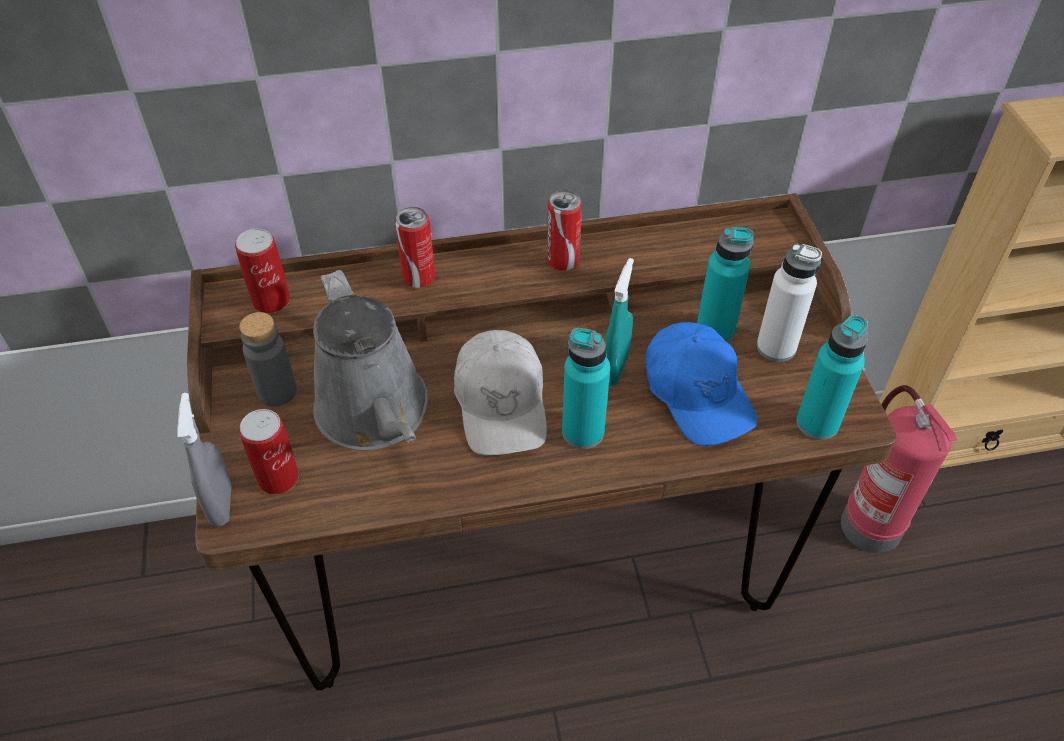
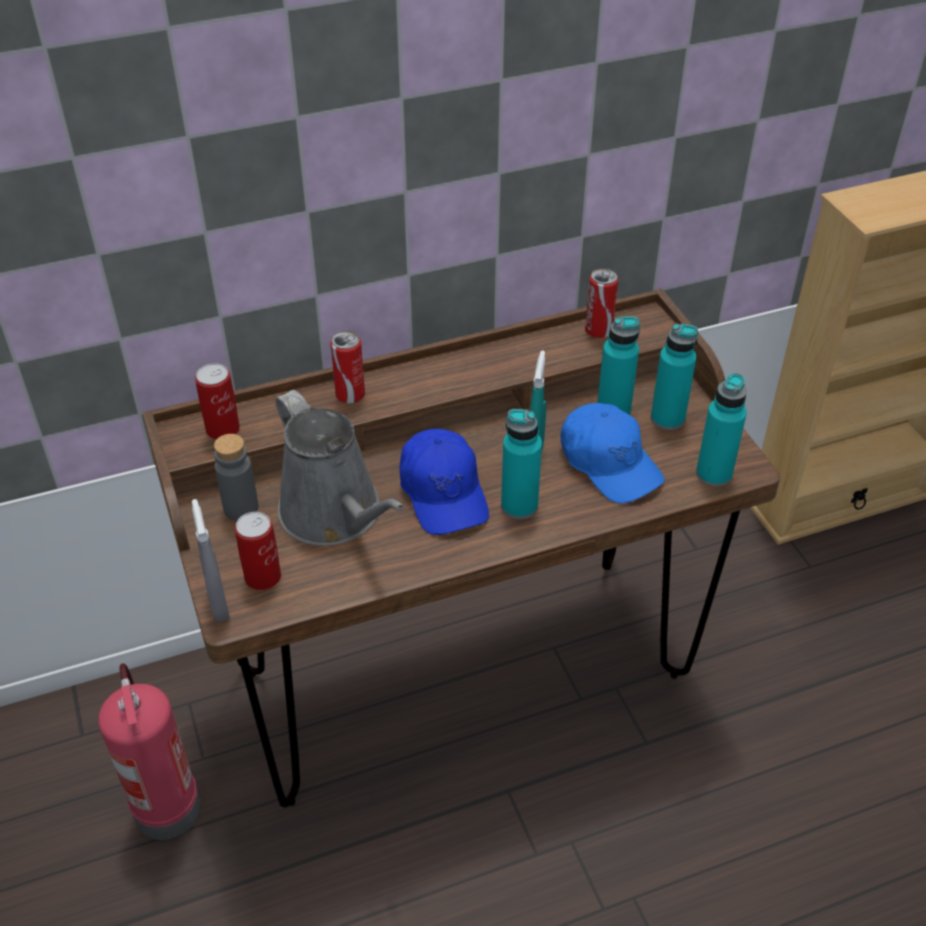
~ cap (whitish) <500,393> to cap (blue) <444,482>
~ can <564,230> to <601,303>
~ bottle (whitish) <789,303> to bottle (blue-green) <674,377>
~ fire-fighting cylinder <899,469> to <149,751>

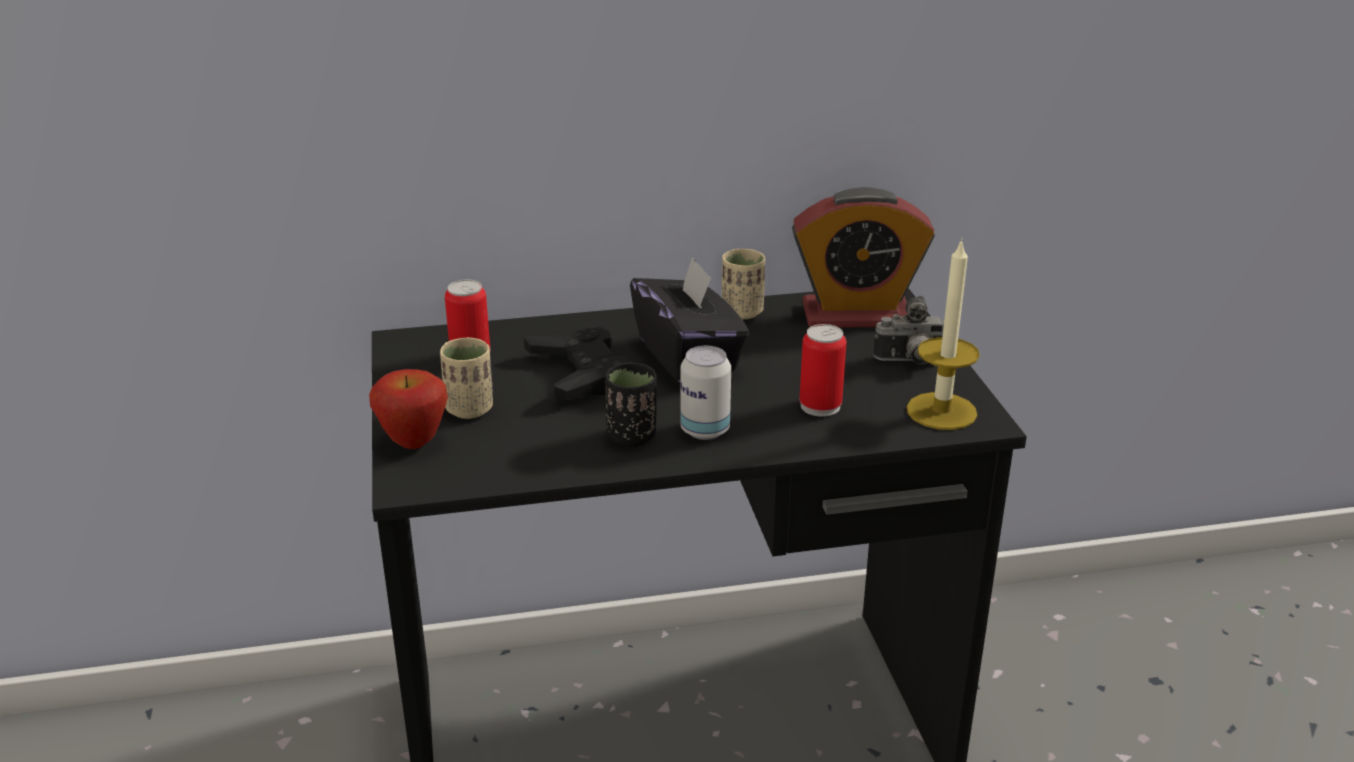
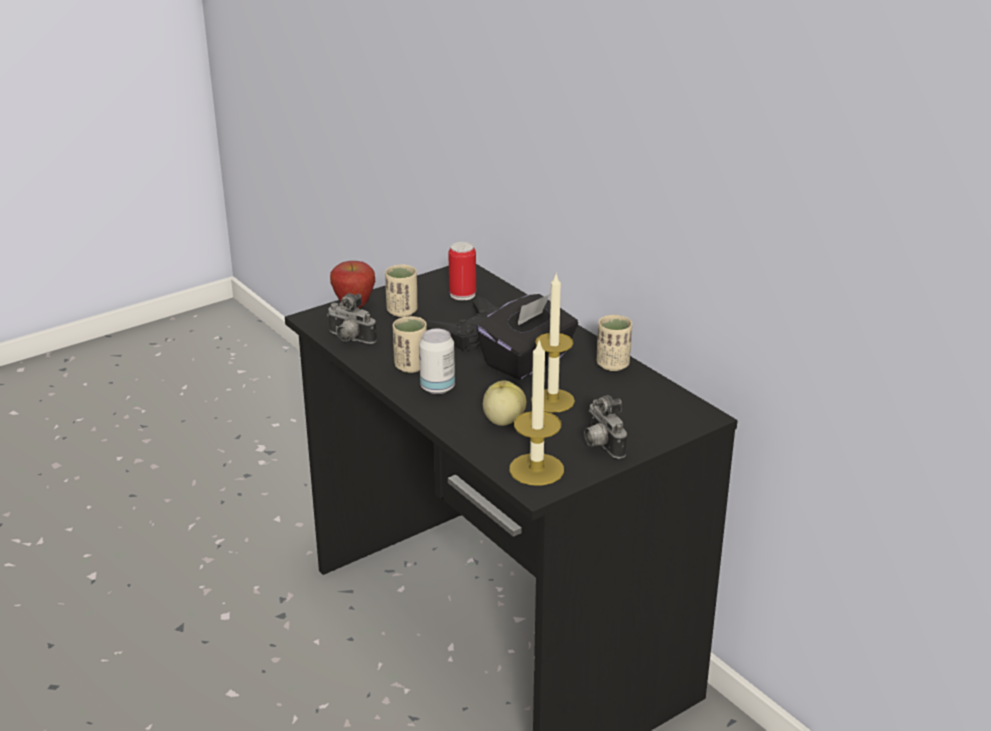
~ cup (blackish) <631,405> to cup (beige-coloured) <410,344>
- table clock <863,257>
~ can <823,370> to apple <504,403>
+ still camera <352,318>
+ wax candle <553,342>

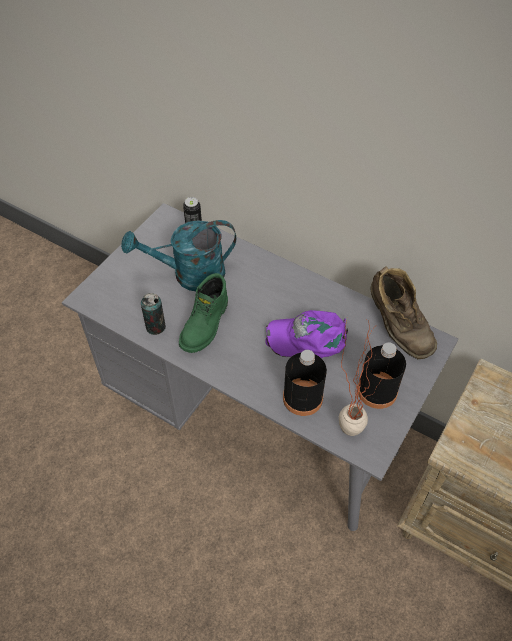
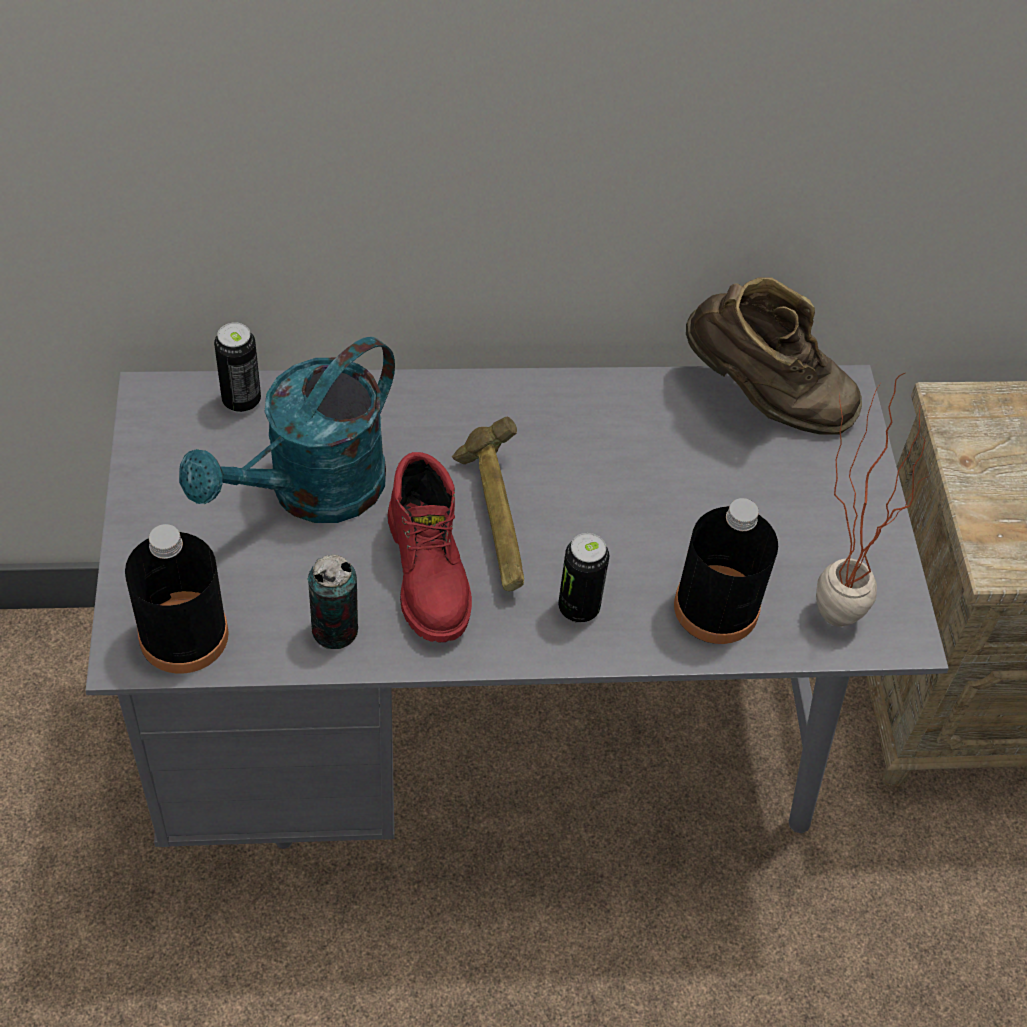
~ boot (green-coloured) <203,313> to boot (red-coloured) <429,547>
- cap (purplish) <306,334>
~ bottle (blackish) <381,375> to <177,598>
+ hammer <488,504>
+ can <583,578>

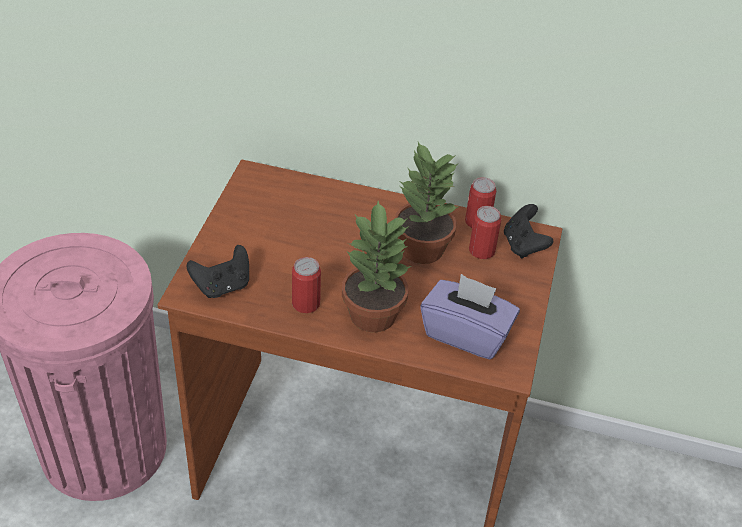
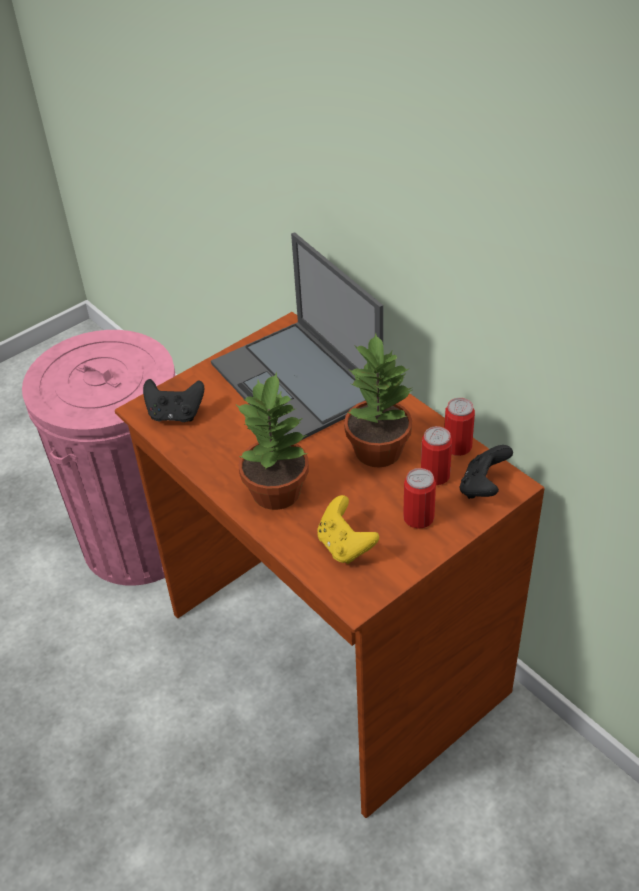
~ can <306,285> to <419,498>
~ box of tissues (purplish) <470,317> to joypad (yellow) <348,529>
+ notebook computer <297,336>

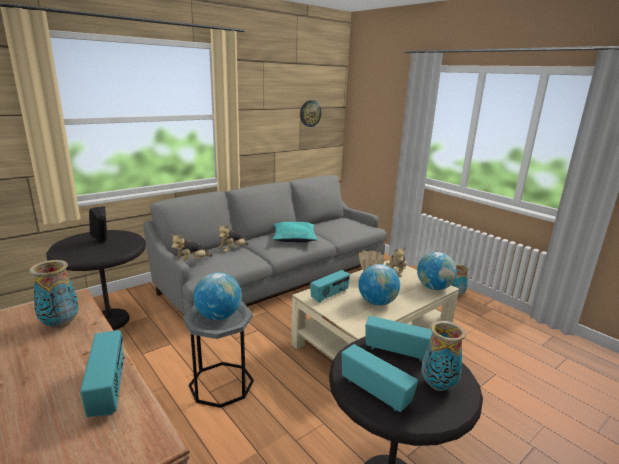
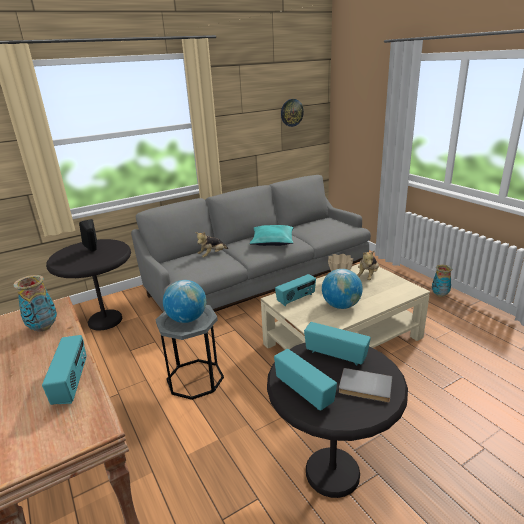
- soft toy <192,248>
- desk globe <437,271>
~ flower vase <443,356> to bound book (greyish) <365,385>

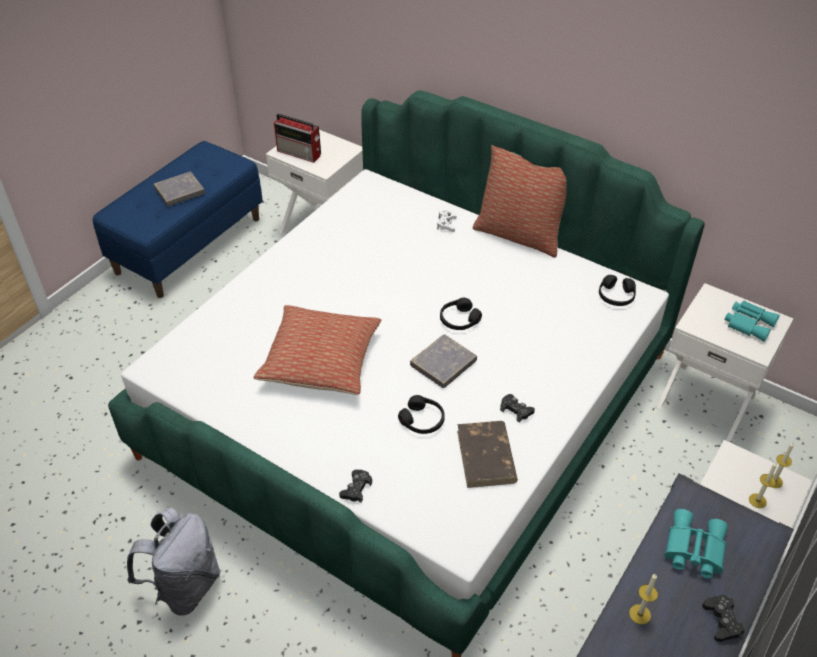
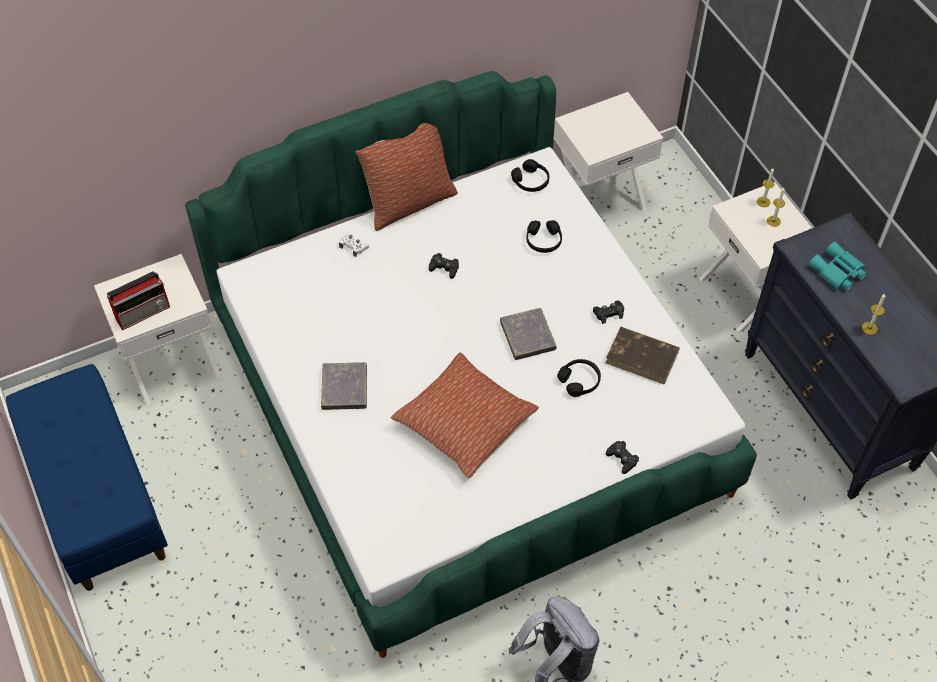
~ bound book (greyish) <179,188> to <344,386>
~ headphones (blackish) <461,314> to <544,236>
~ joypad (blackish) <724,618> to <444,266>
- field glasses (blue-green) <752,321>

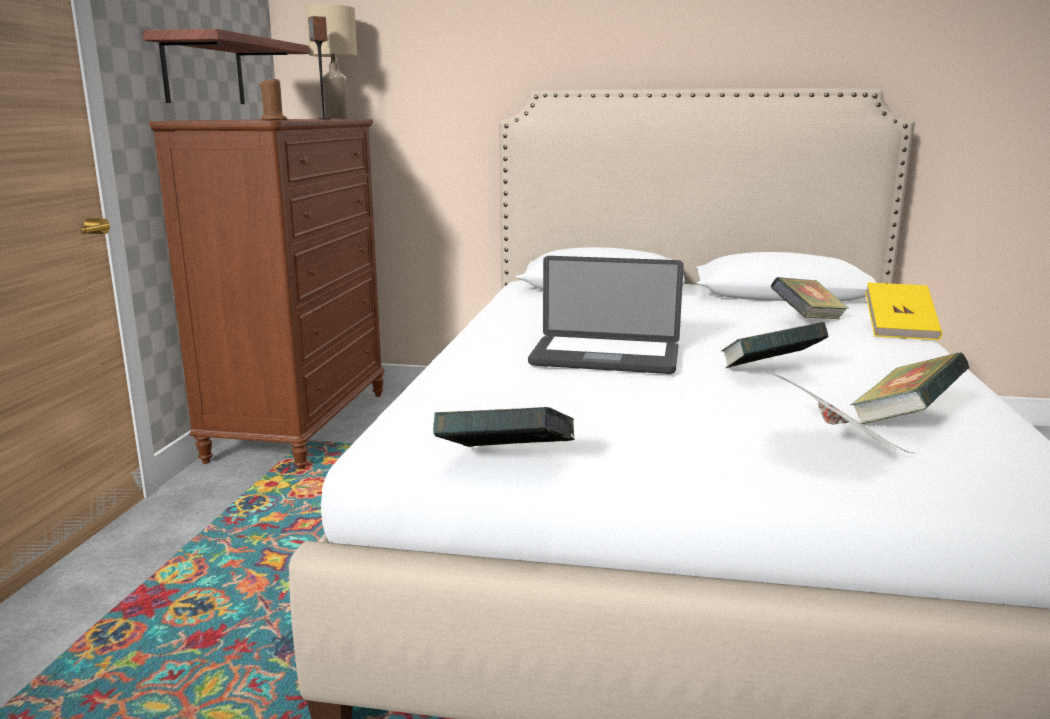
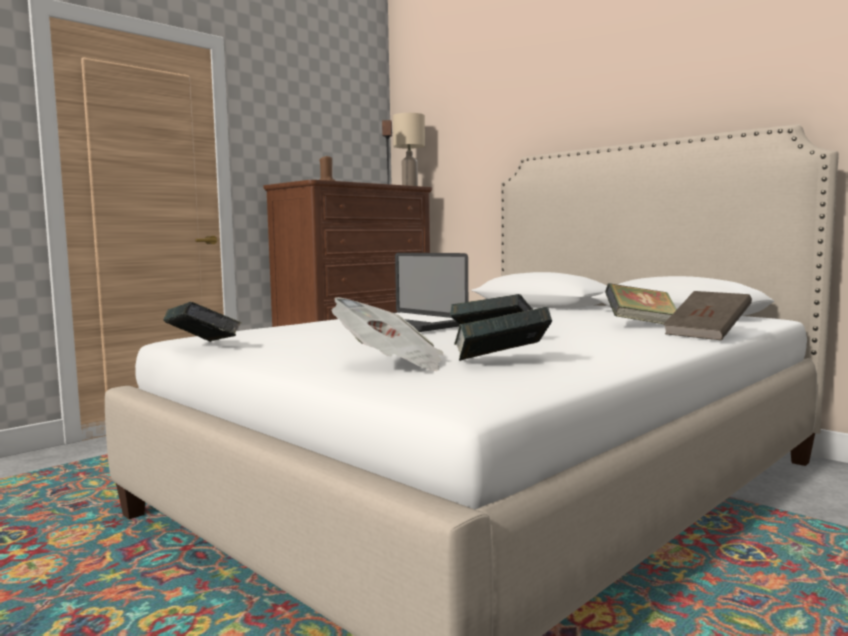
- shelf <226,66>
~ bound book (yellow) <903,311> to bound book (brownish) <707,315>

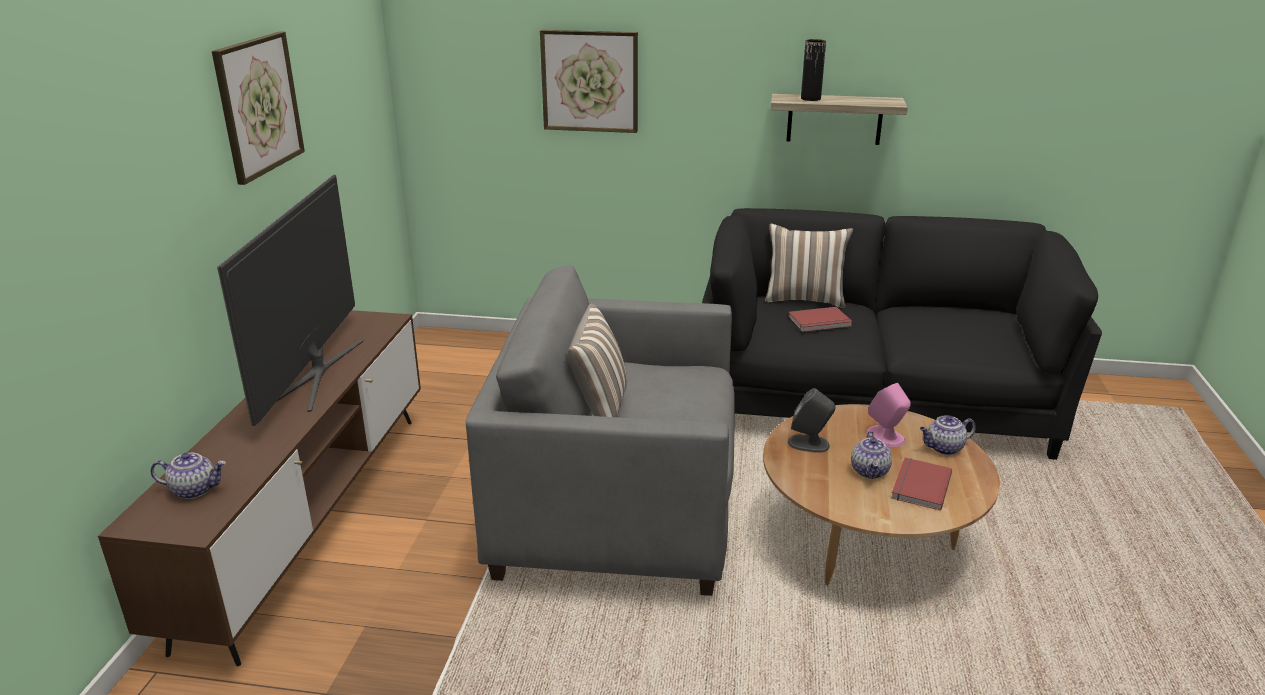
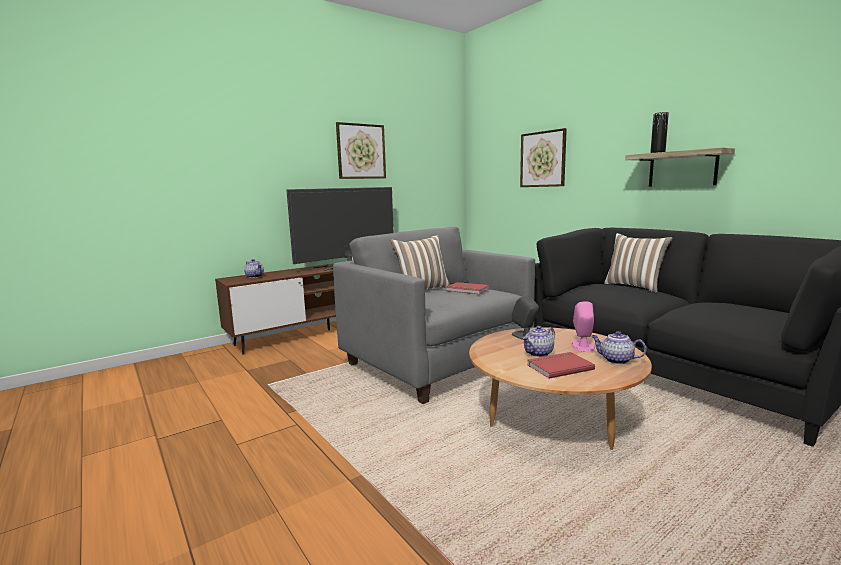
~ bound book (red-coloured) <820,319> to <468,288>

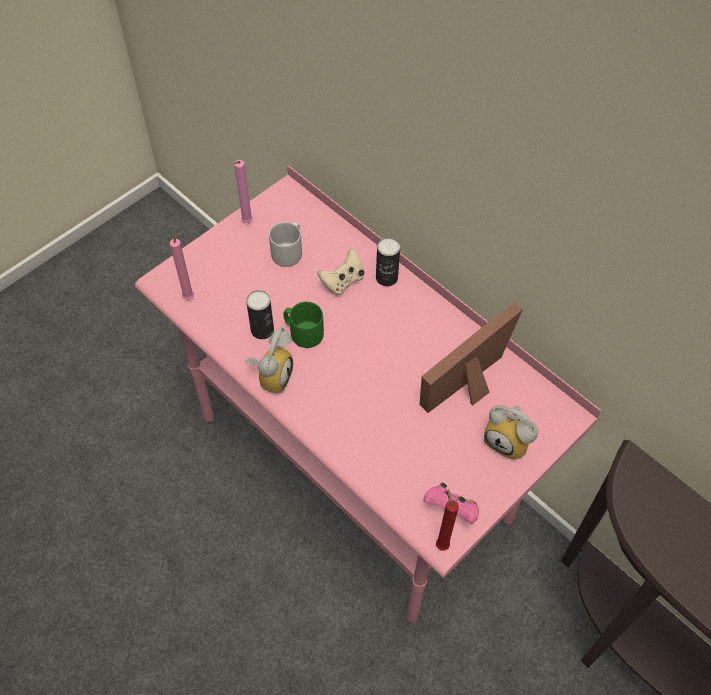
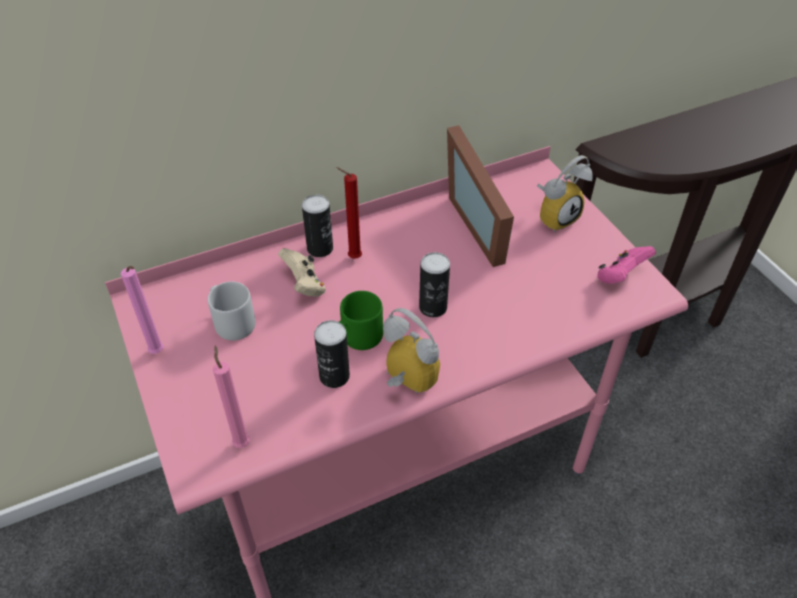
~ wax candle (red-coloured) <447,520> to <349,213>
+ can <434,284>

